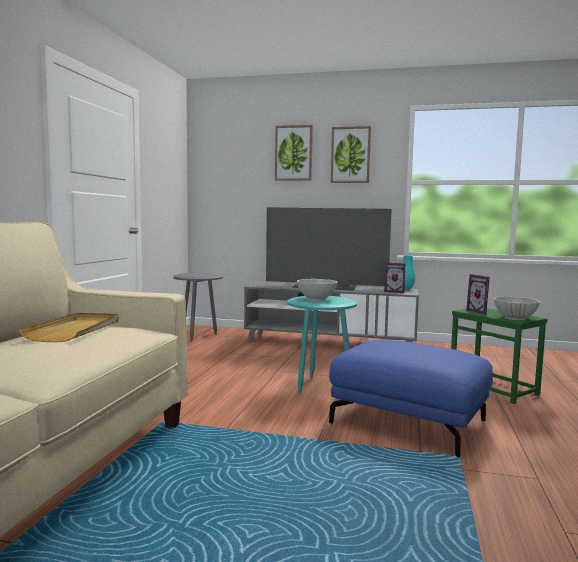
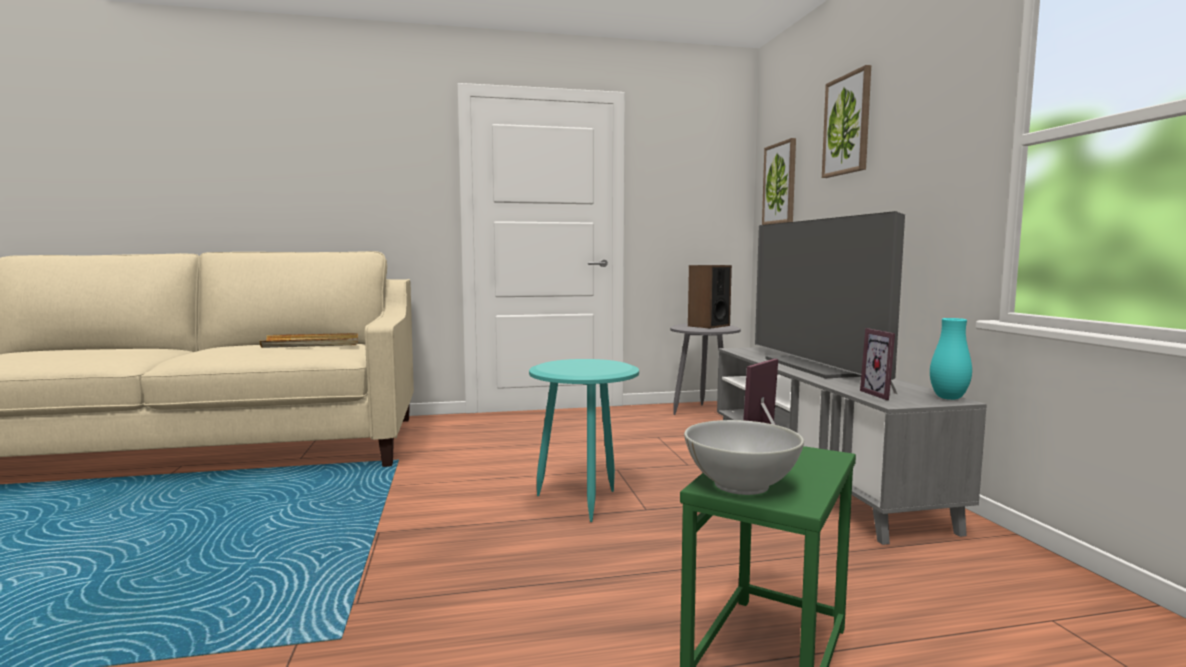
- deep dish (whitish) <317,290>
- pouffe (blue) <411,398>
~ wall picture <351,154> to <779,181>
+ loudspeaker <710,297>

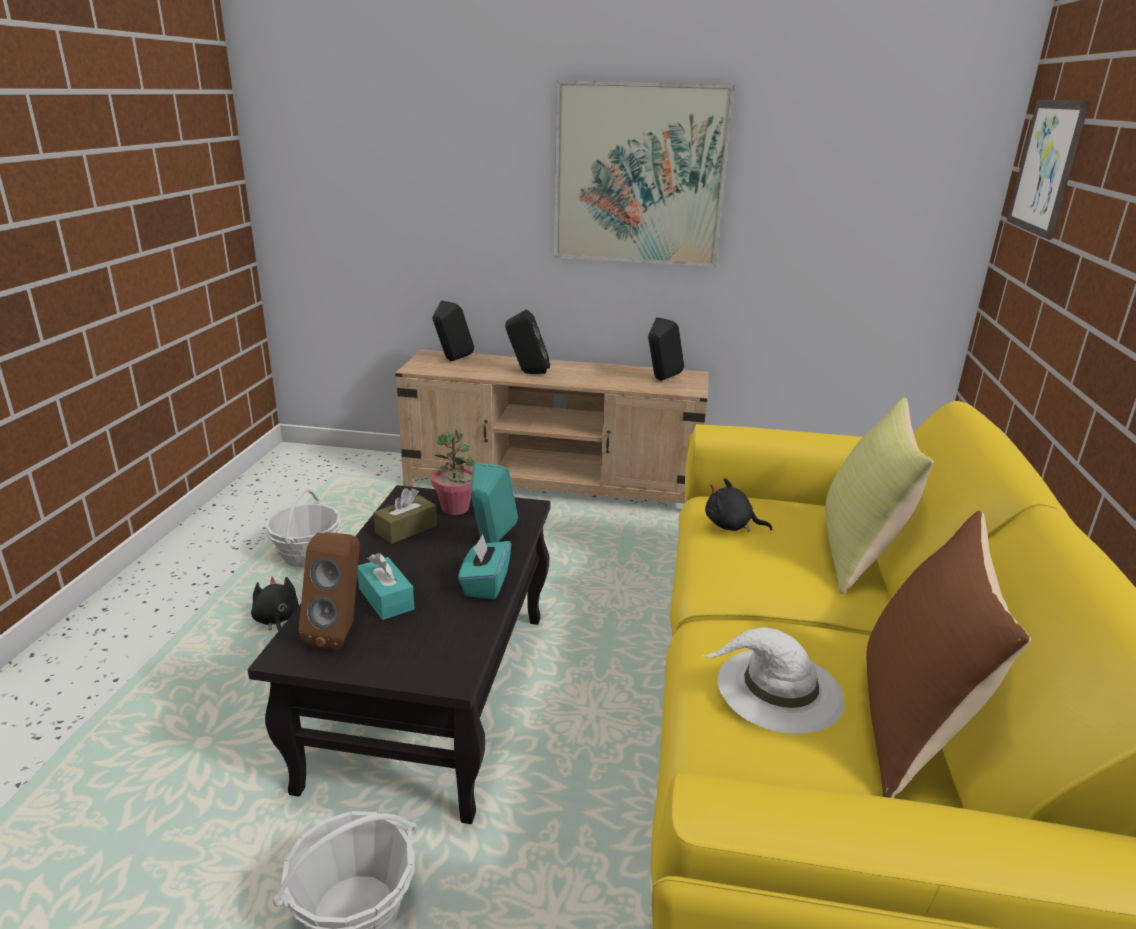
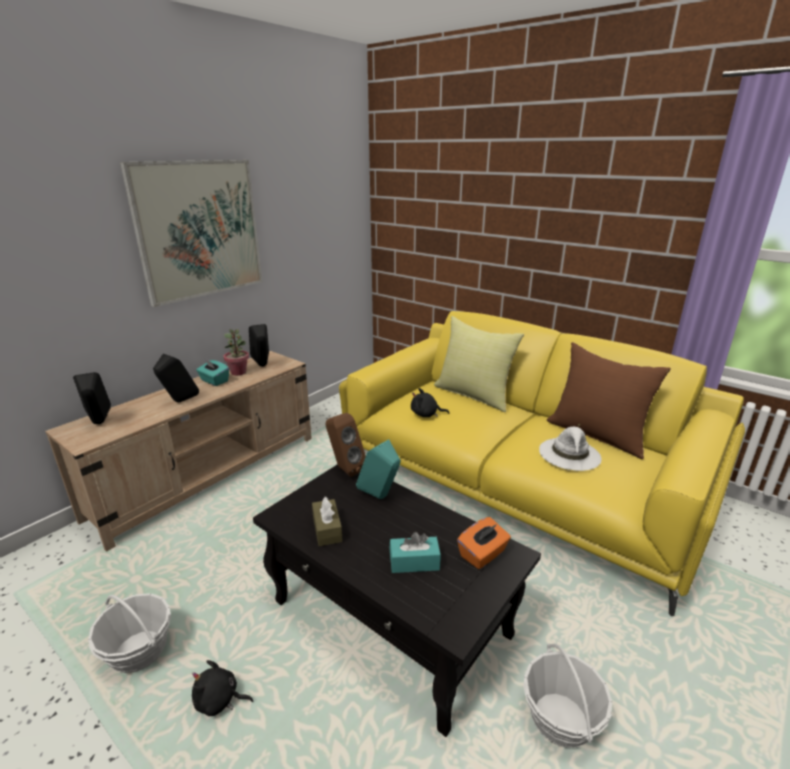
~ loudspeaker (brownish) <329,591> to <345,445>
~ houseplant <453,472> to <236,352>
~ box of tissues (blue-green) <484,566> to <212,372>
~ soft toy (blackish) <738,505> = <430,402> 45 degrees clockwise
- wall picture <1048,170>
+ box of tissues (orangey) <484,543>

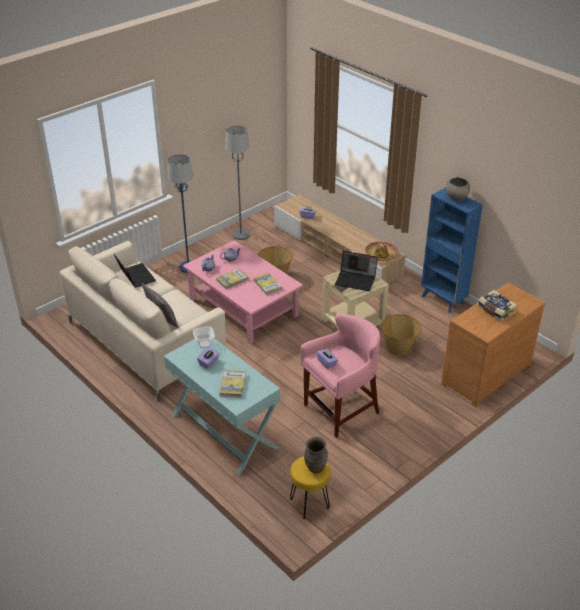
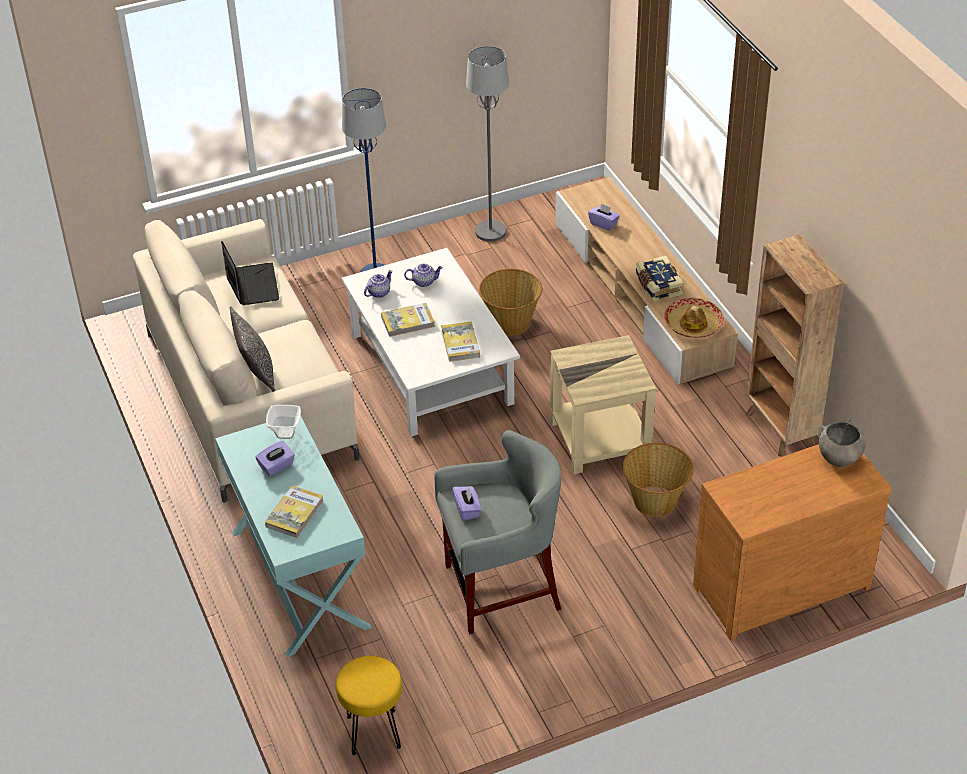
~ low table (pink) <243,292> to low table (whitish) <431,342>
~ stool seat (pink) <340,375> to stool seat (greyish) <498,532>
- flower vase (brownish) <316,454>
- notebook computer <356,271>
~ shelving unit (blue) <452,250> to shelving unit (brownish) <795,345>
~ deep dish (greyish) <458,188> to <842,442>
~ bound book <497,305> to <659,279>

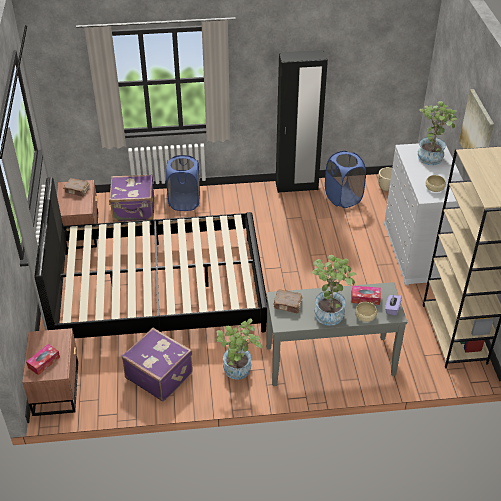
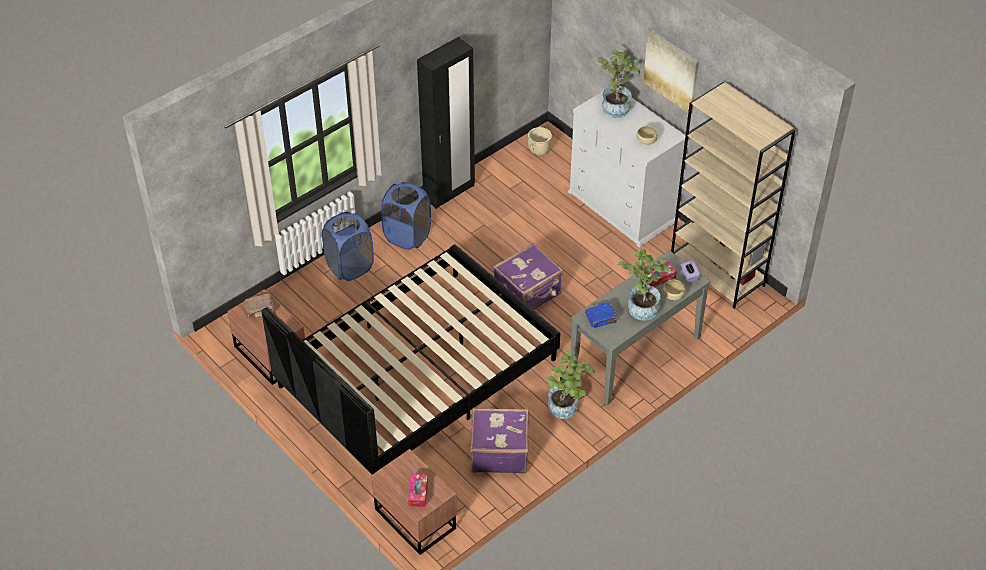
~ piece of luggage (purplish) <131,198> to <528,276>
~ bound book (brownish) <288,302> to bound book (blue) <601,315>
~ washing basket (blue) <345,179> to <406,216>

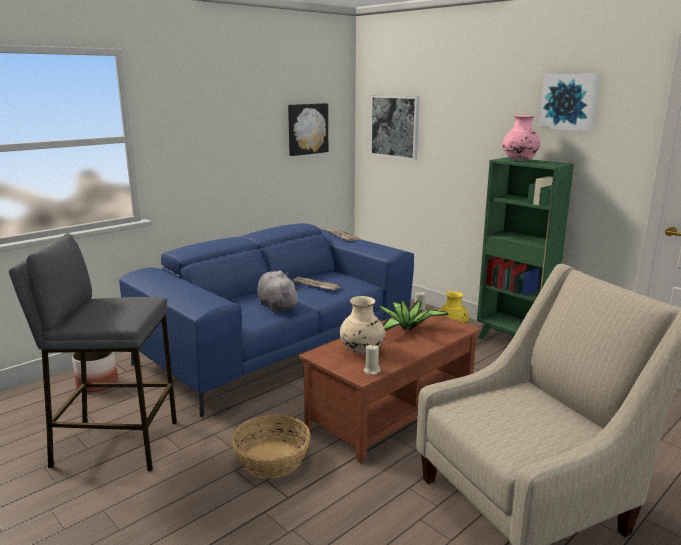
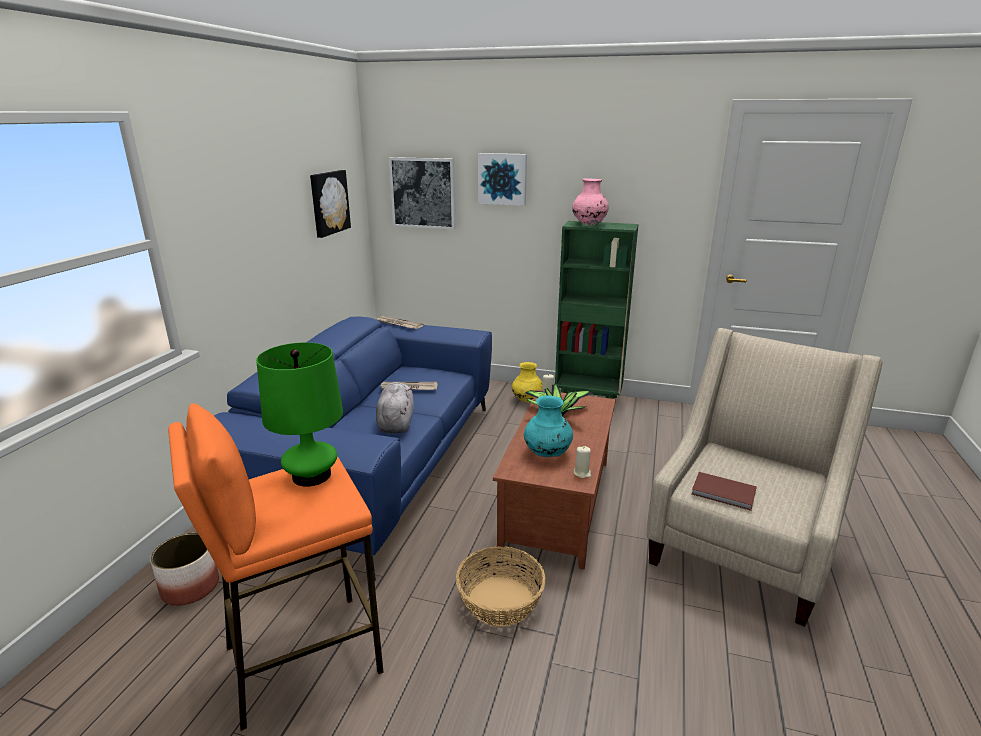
~ stool seat (greyish) <93,352> to stool seat (orangey) <276,567>
~ soft toy (greyish) <278,291> = <395,407> 60 degrees clockwise
~ flower vase (beige-coloured) <362,325> to flower vase (blue-green) <548,426>
~ wall picture <569,102> to <502,179>
+ tabletop lamp (green-coloured) <299,415>
+ bound book (brownish) <724,491>

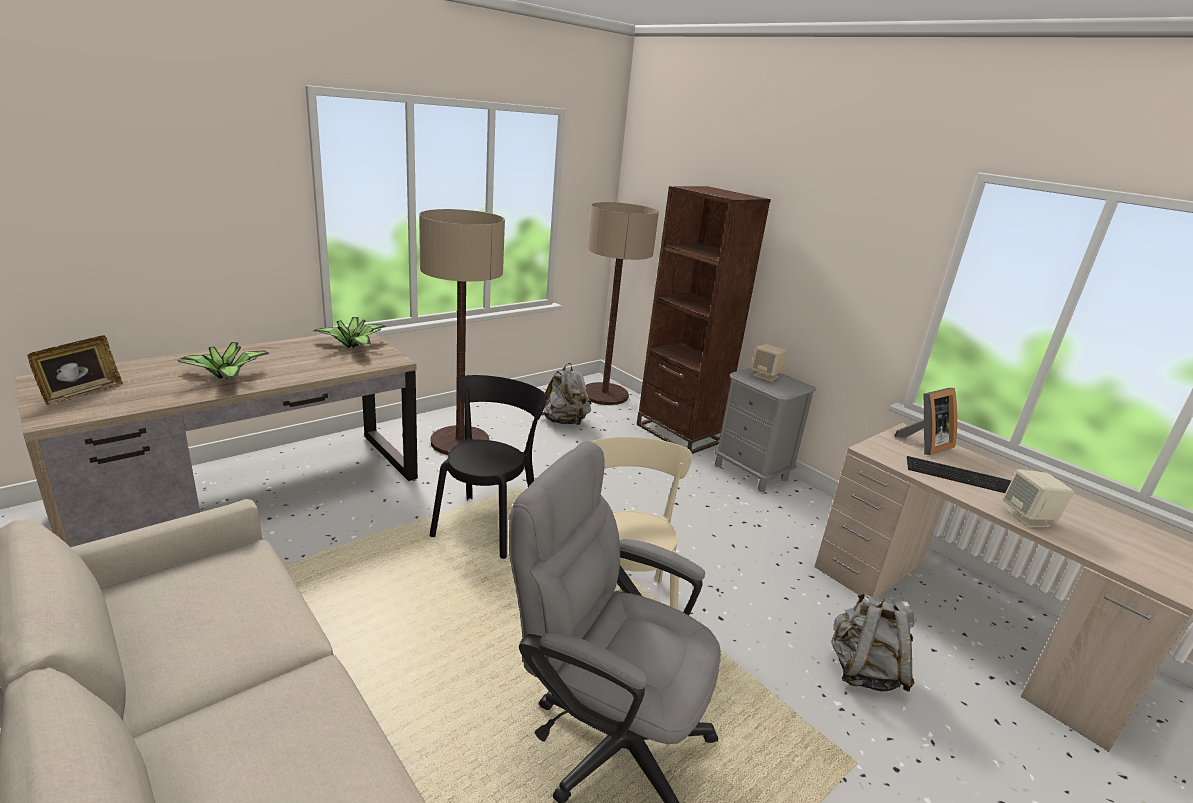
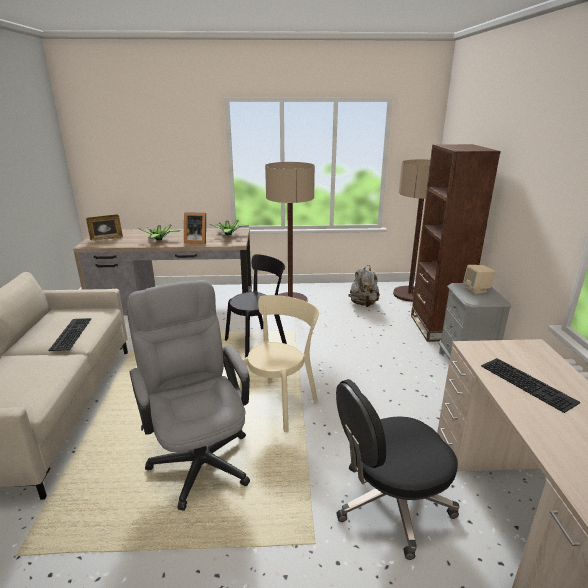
~ rucksack (greyish) <874,642> to desk chair (blackish) <398,469>
~ standing frame <925,421> to <195,228>
- loudspeaker (beige-coloured) <1038,498>
+ computer keyboard <69,334>

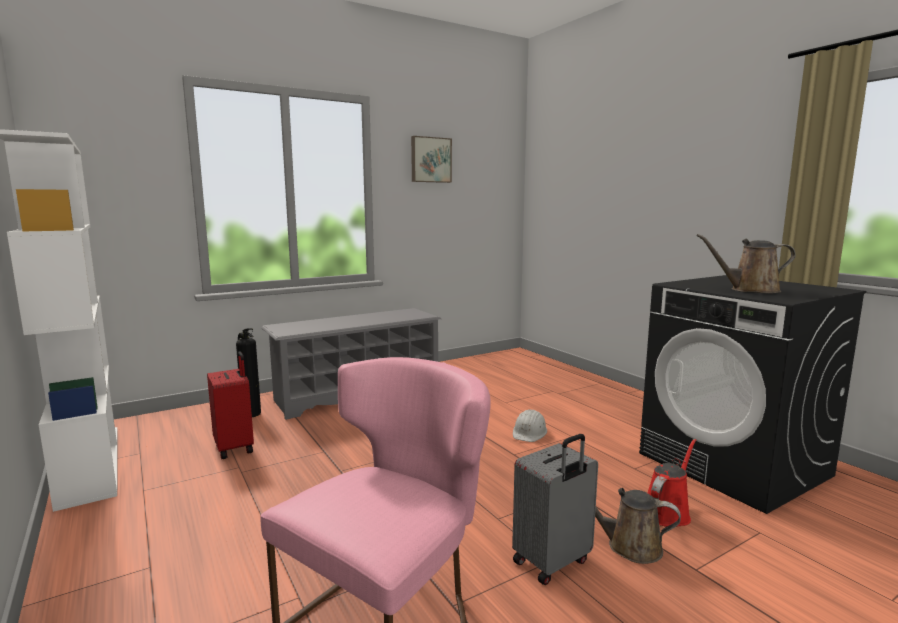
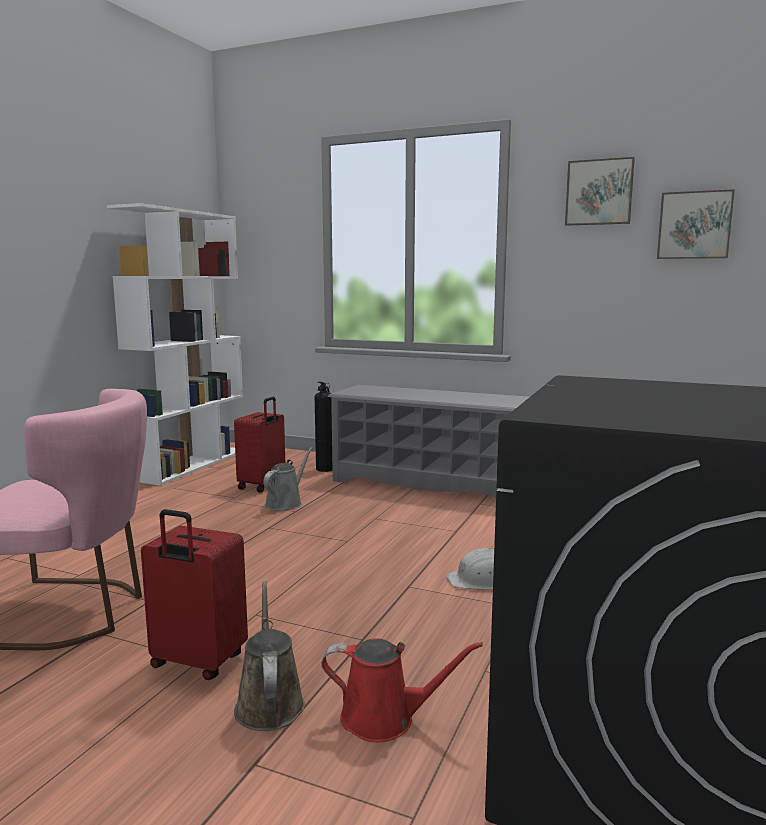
~ piece of luggage (greyish) <555,509> to piece of luggage (red-coloured) <194,594>
- watering can (brownish) <746,263>
+ watering can (greyish) <288,479>
+ wall picture <696,224>

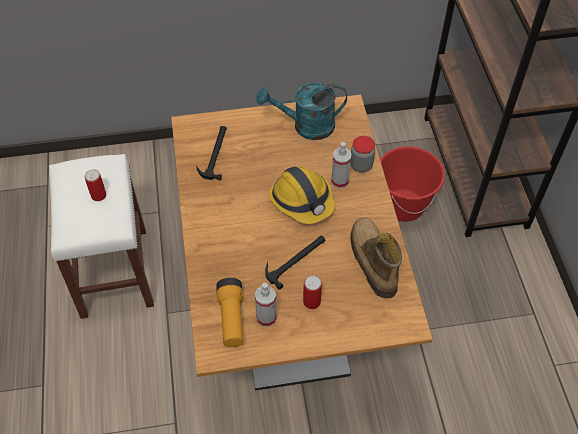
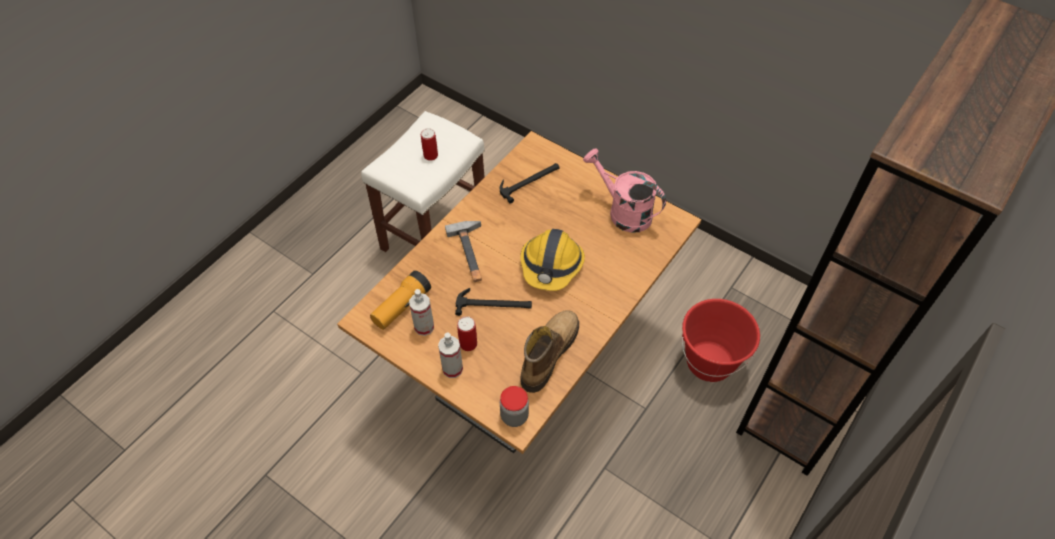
~ watering can (blue-green) <301,111> to watering can (pink) <624,190>
~ hand sprayer <341,165> to <450,355>
~ jar <362,154> to <514,406>
+ hammer <463,251>

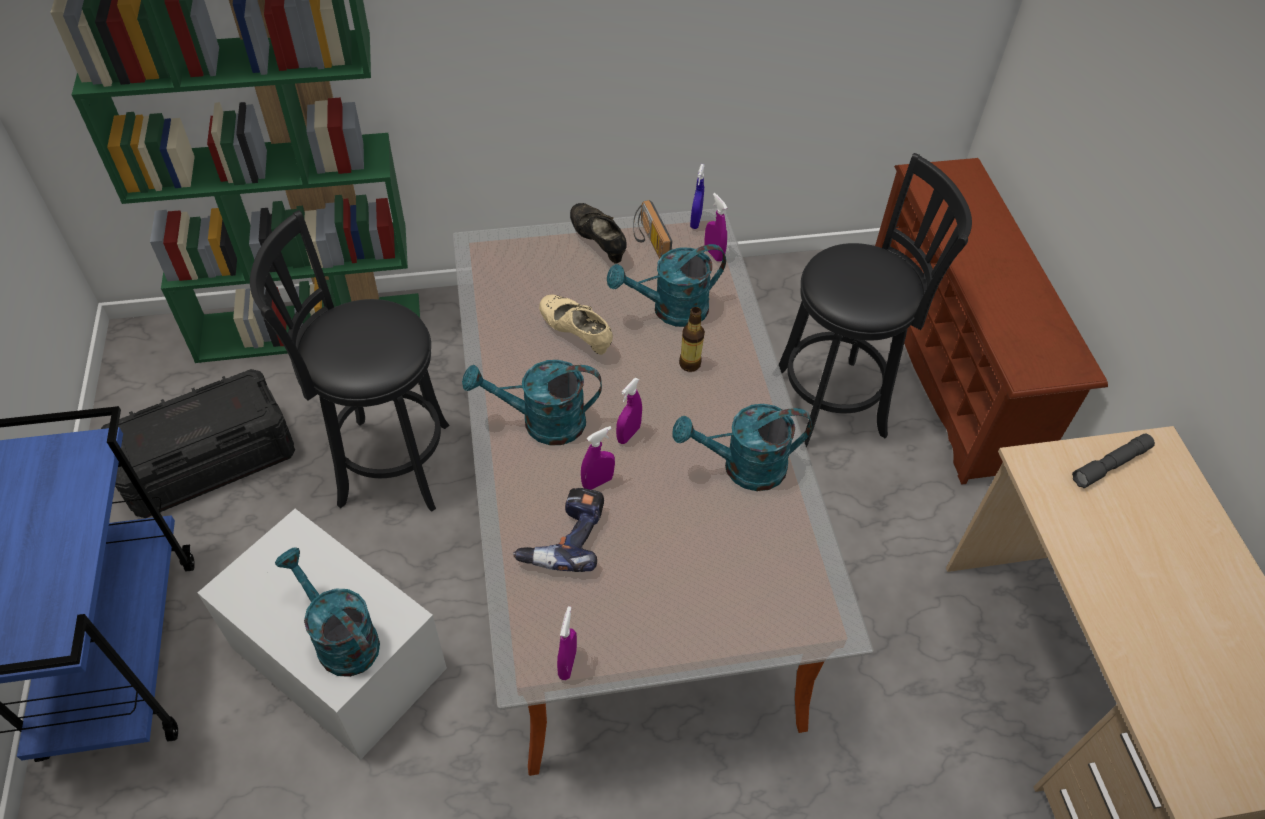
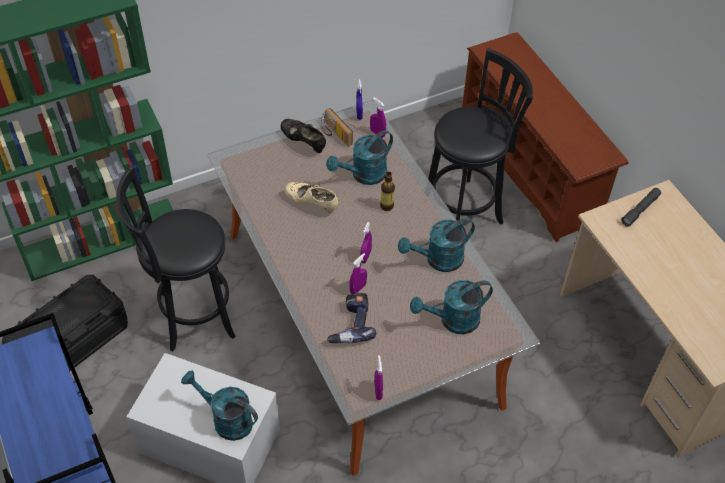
~ watering can (blue-green) <532,402> to <451,307>

